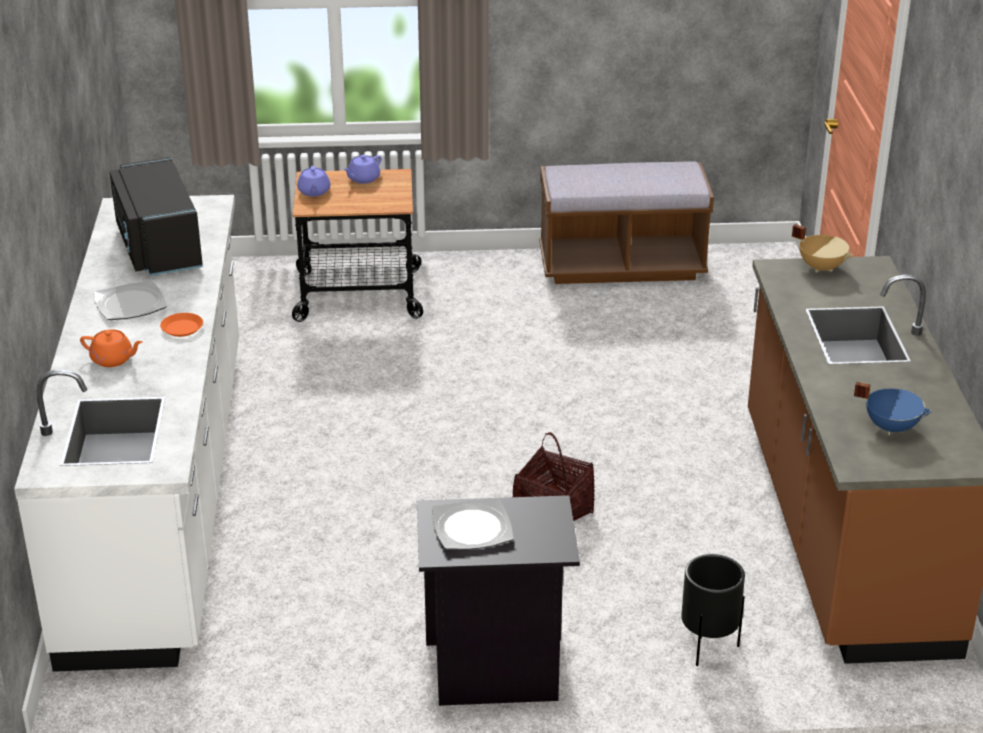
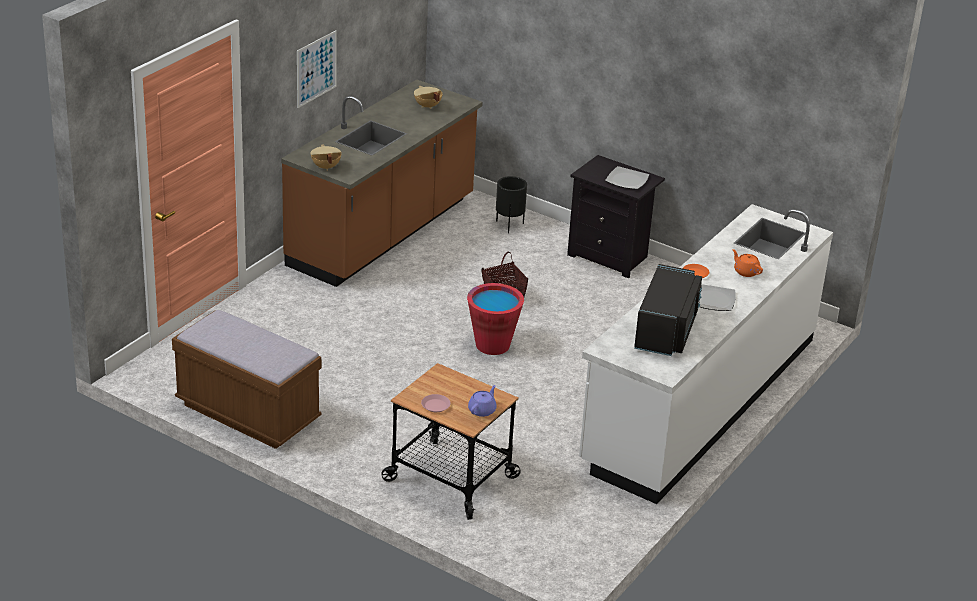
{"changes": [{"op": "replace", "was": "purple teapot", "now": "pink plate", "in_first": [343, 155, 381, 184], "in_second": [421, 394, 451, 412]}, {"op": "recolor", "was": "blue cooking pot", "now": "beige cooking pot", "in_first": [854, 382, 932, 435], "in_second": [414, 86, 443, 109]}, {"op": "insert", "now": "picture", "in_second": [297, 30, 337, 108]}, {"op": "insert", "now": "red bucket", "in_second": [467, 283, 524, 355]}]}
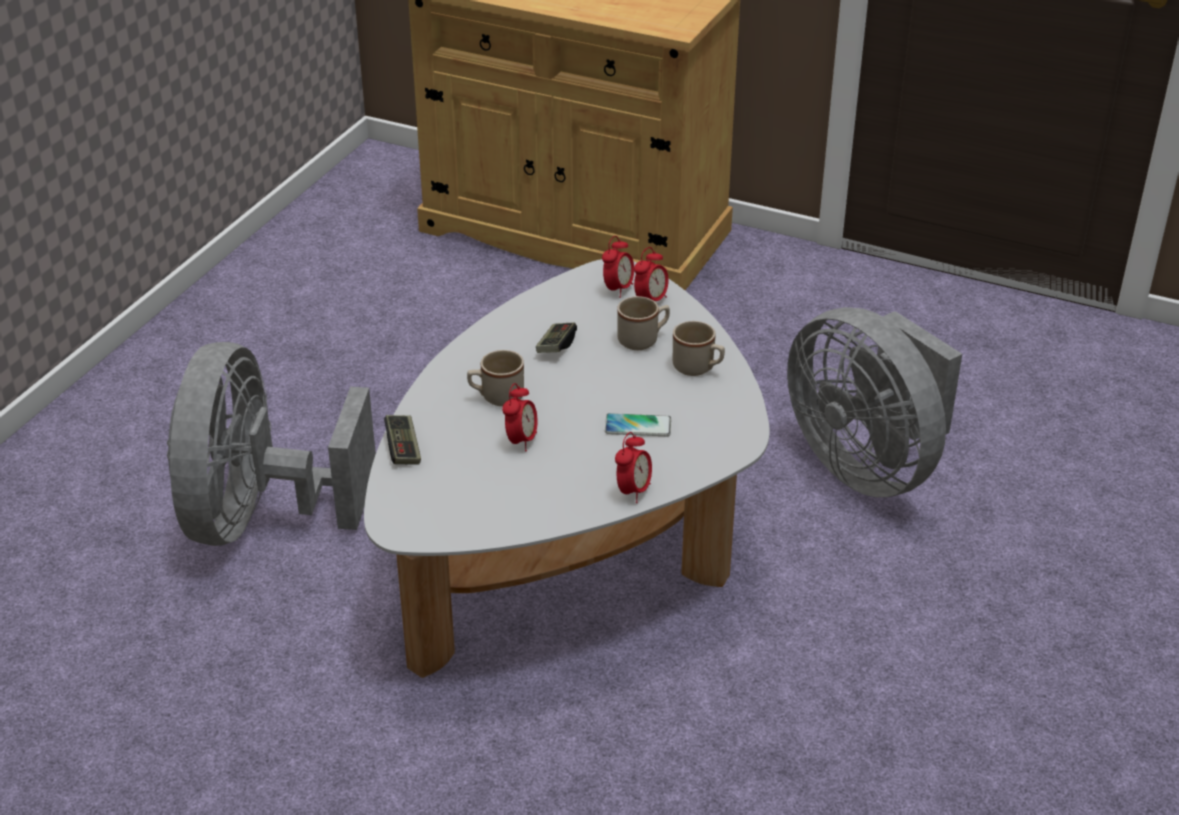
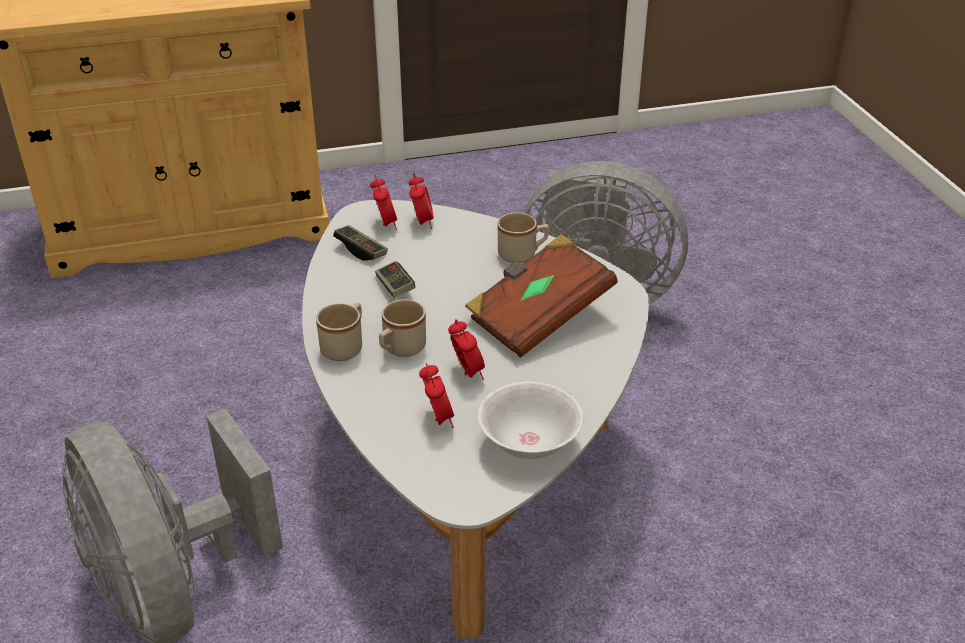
{"changes": [{"op": "move", "was": "game controller", "in_first": [384, 415, 421, 465], "in_second": [333, 225, 388, 261]}, {"op": "replace", "was": "phone", "now": "brown book", "in_first": [605, 413, 671, 436], "in_second": [465, 234, 618, 358]}, {"op": "move", "was": "alarm clock", "in_first": [615, 432, 652, 503], "in_second": [419, 363, 454, 428]}, {"op": "move", "was": "beige mug", "in_first": [617, 296, 670, 350], "in_second": [316, 302, 362, 361]}, {"op": "insert", "now": "white bowl", "in_second": [478, 381, 583, 459]}]}
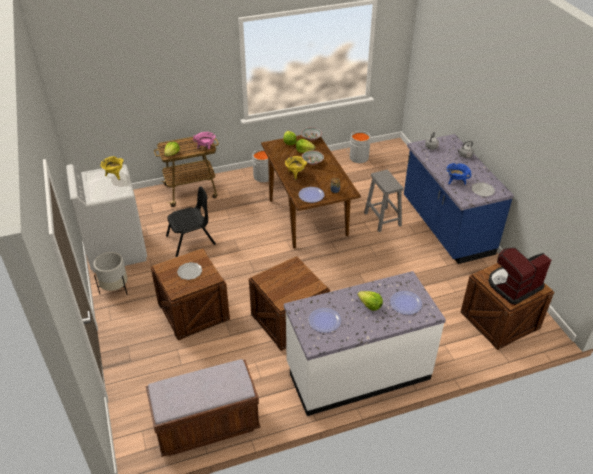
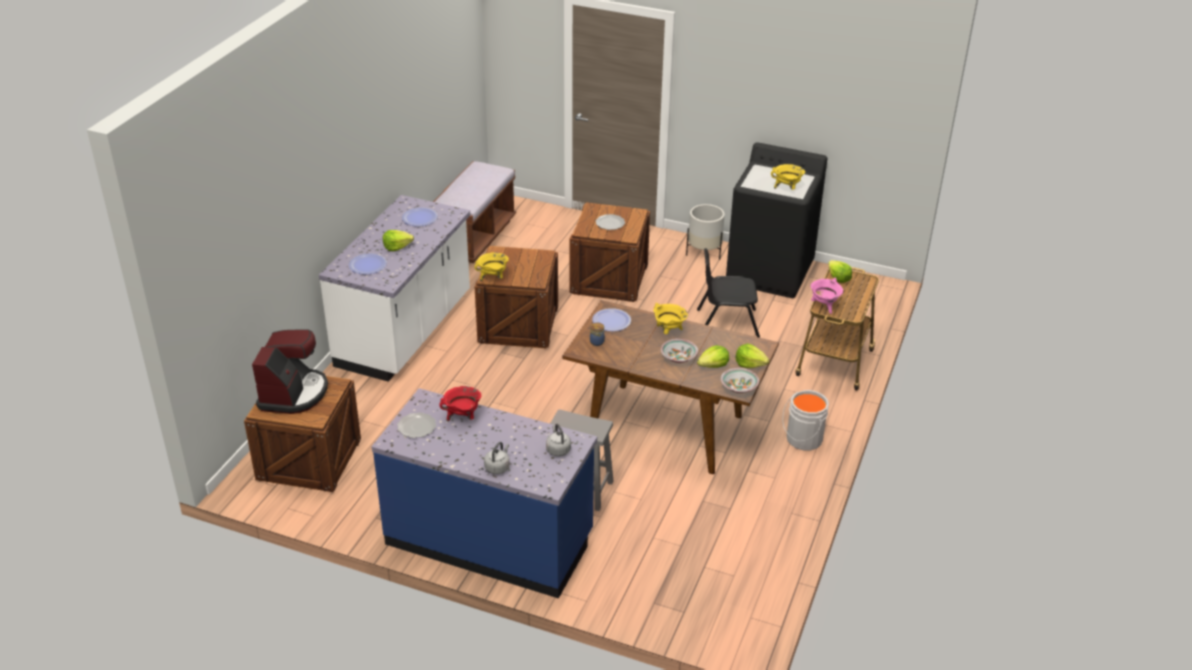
{"changes": [{"op": "recolor", "was": "white washing machine", "now": "black washing machine", "in_first": [66, 164, 147, 273], "in_second": [726, 142, 828, 298]}, {"op": "rotate", "was": "black chair", "in_first": [166, 186, 216, 257], "in_second": [697, 248, 760, 338], "clockwise": 75}, {"op": "delete", "was": "grey bucket", "in_first": [346, 131, 371, 163]}, {"op": "recolor", "was": "blue cooking pot", "now": "red cooking pot", "in_first": [447, 163, 471, 185], "in_second": [439, 386, 482, 422]}, {"op": "insert", "now": "yellow cooking pot", "in_second": [474, 252, 509, 281]}]}
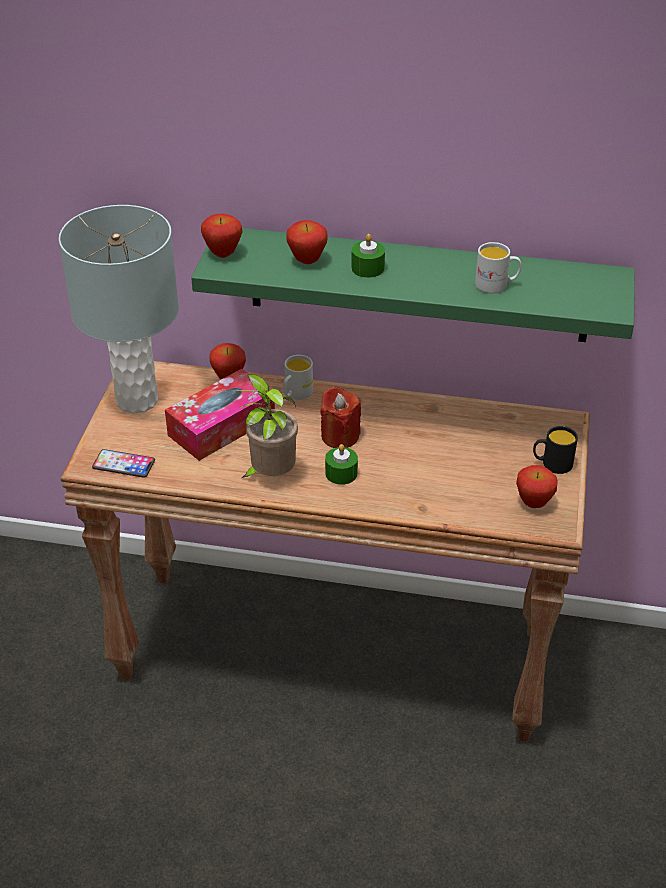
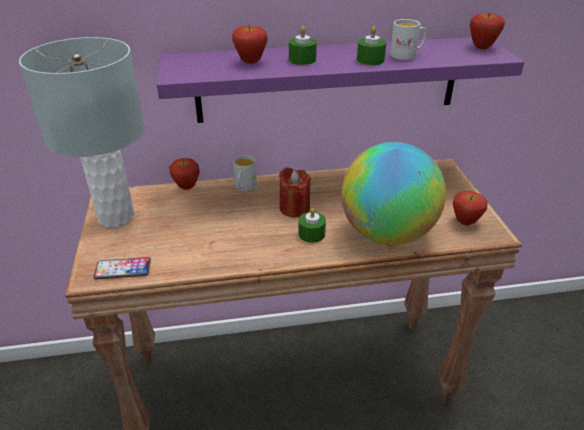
{"changes": [{"op": "delete", "was": "tissue box", "in_first": [165, 369, 275, 461]}, {"op": "recolor", "was": "green shelf", "now": "purple shelf", "in_first": [191, 228, 635, 342], "in_second": [157, 37, 524, 123]}, {"op": "move", "was": "apple", "in_first": [201, 214, 242, 258], "in_second": [470, 13, 505, 49]}, {"op": "delete", "was": "potted plant", "in_first": [235, 374, 298, 478]}, {"op": "delete", "was": "black mug", "in_first": [533, 426, 578, 474]}, {"op": "insert", "now": "globe", "in_second": [341, 142, 446, 245]}, {"op": "insert", "now": "green candle", "in_second": [357, 26, 386, 65]}]}
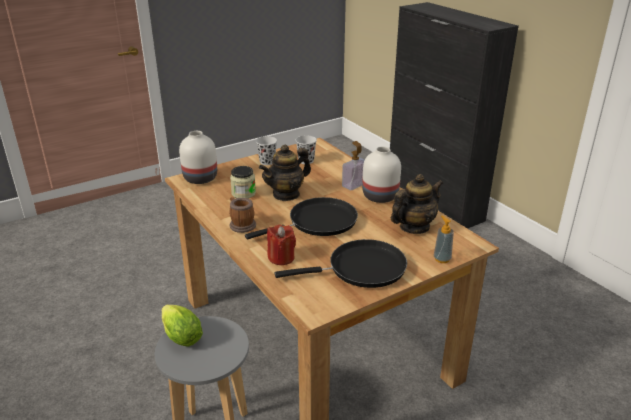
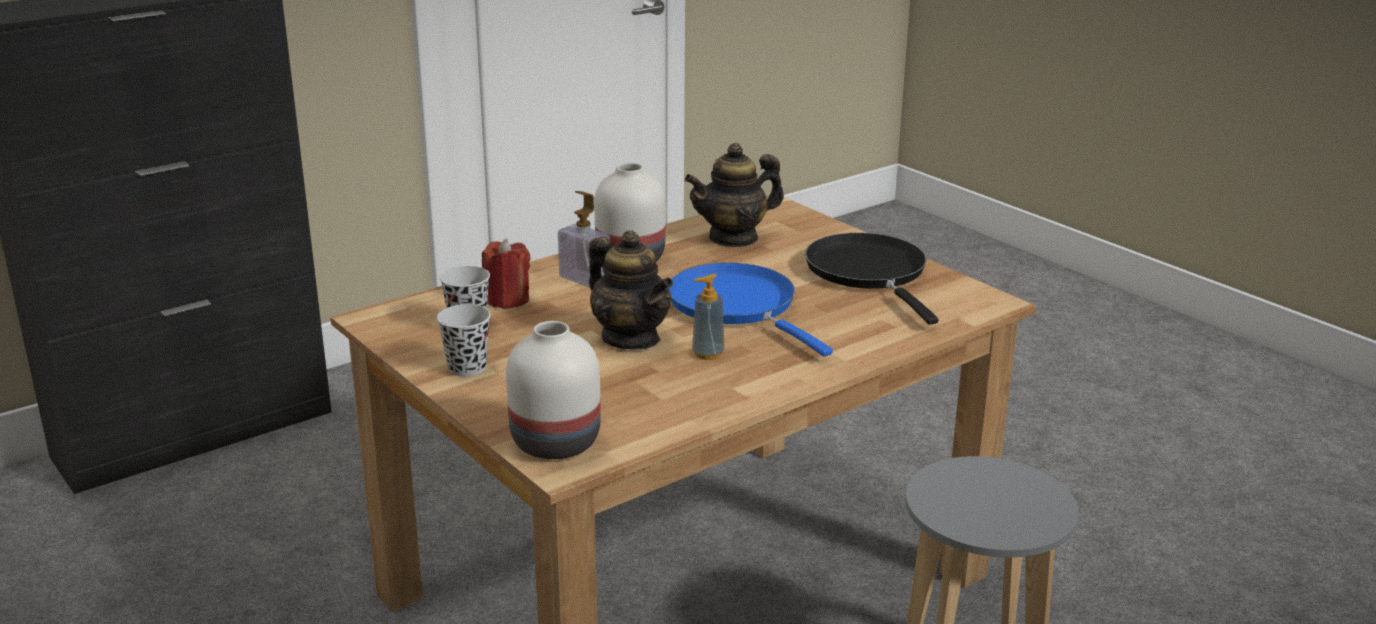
{"changes": [{"op": "delete", "was": "lettuce", "in_first": [162, 305, 203, 347]}, {"op": "delete", "was": "mug", "in_first": [229, 197, 256, 233]}, {"op": "delete", "was": "jar", "in_first": [230, 166, 256, 198]}, {"op": "recolor", "was": "black frying pan", "now": "blue frying pan", "in_first": [245, 197, 358, 240], "in_second": [669, 263, 833, 357]}, {"op": "move", "was": "red candle", "in_first": [267, 224, 296, 265], "in_second": [482, 239, 531, 309]}, {"op": "rotate", "was": "teapot", "in_first": [391, 174, 443, 234], "in_second": [685, 143, 784, 247], "clockwise": -75}, {"op": "move", "was": "soap dispenser", "in_first": [434, 216, 454, 263], "in_second": [692, 274, 725, 360]}]}
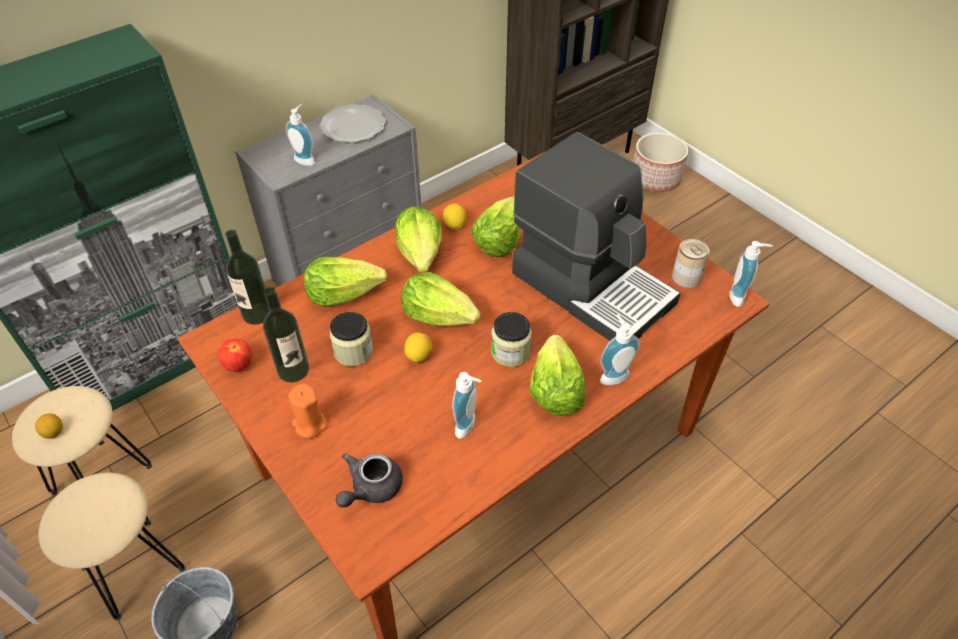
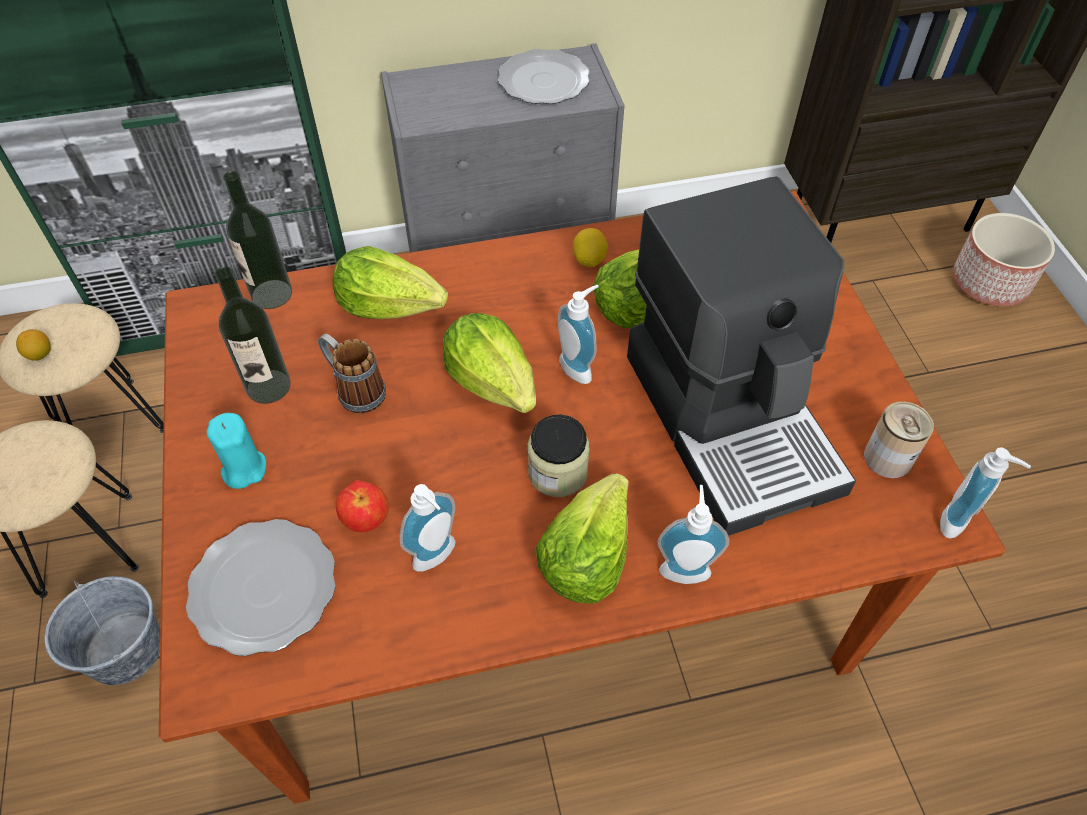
{"changes": [{"op": "move", "was": "apple", "in_first": [217, 339, 252, 372], "in_second": [336, 480, 389, 532]}, {"op": "move", "was": "soap dispenser", "in_first": [286, 104, 315, 166], "in_second": [558, 285, 599, 384]}, {"op": "recolor", "was": "orange candle", "now": "turquoise candle", "in_first": [288, 384, 327, 438], "in_second": [207, 413, 266, 489]}, {"op": "replace", "was": "jar", "now": "mug", "in_first": [330, 312, 373, 366], "in_second": [318, 334, 386, 414]}, {"op": "replace", "was": "grey teapot", "now": "plate", "in_first": [336, 453, 402, 508], "in_second": [186, 519, 336, 656]}, {"op": "delete", "was": "lettuce", "in_first": [395, 206, 442, 272]}, {"op": "delete", "was": "lemon", "in_first": [404, 332, 432, 363]}]}
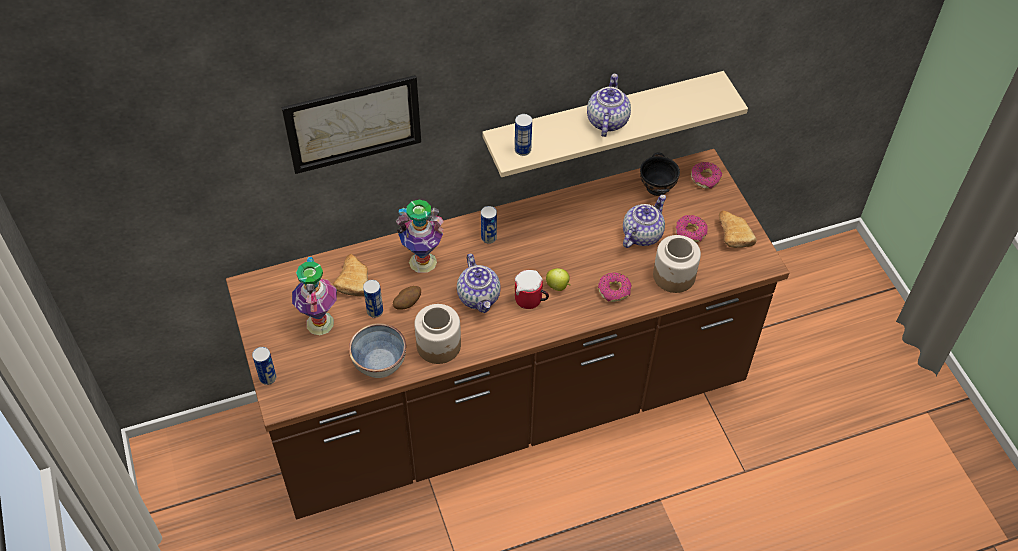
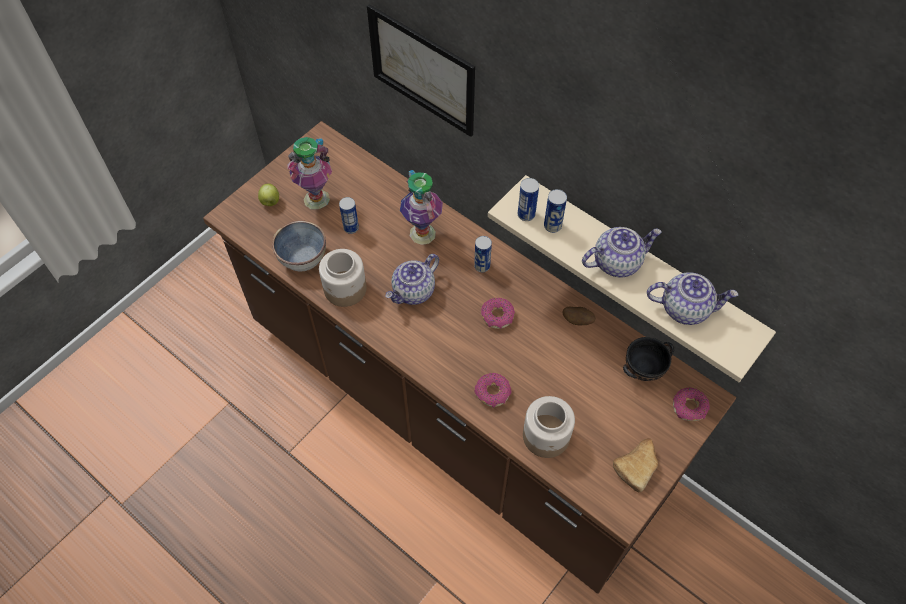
{"changes": [{"op": "move", "was": "can", "in_first": [252, 347, 276, 385], "in_second": [544, 189, 567, 233]}, {"op": "delete", "was": "bread", "in_first": [333, 254, 368, 297]}, {"op": "move", "was": "potato", "in_first": [393, 286, 421, 310], "in_second": [562, 306, 596, 326]}, {"op": "delete", "was": "mug", "in_first": [515, 270, 549, 309]}, {"op": "move", "was": "apple", "in_first": [546, 268, 571, 291], "in_second": [258, 183, 279, 206]}, {"op": "move", "was": "teapot", "in_first": [623, 195, 666, 248], "in_second": [647, 272, 738, 325]}, {"op": "move", "was": "donut", "in_first": [676, 215, 708, 242], "in_second": [481, 298, 515, 329]}]}
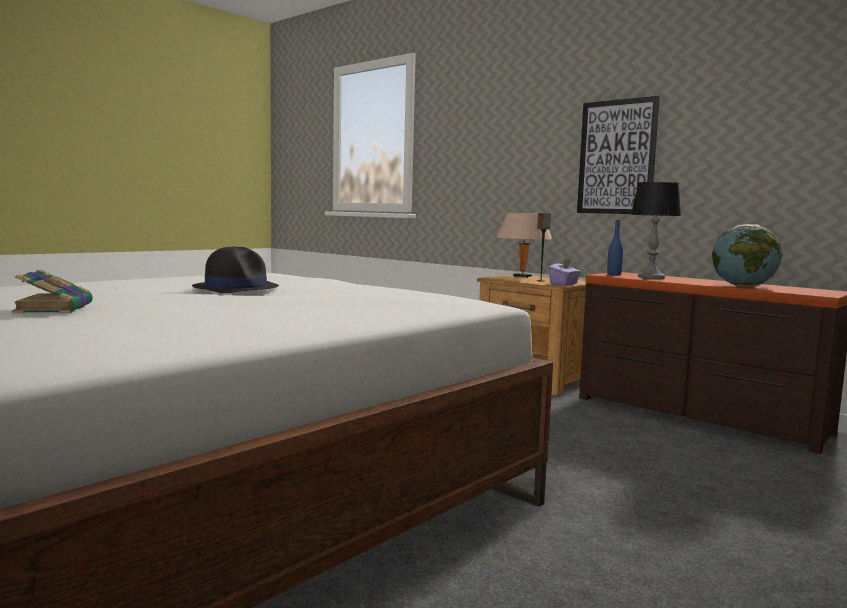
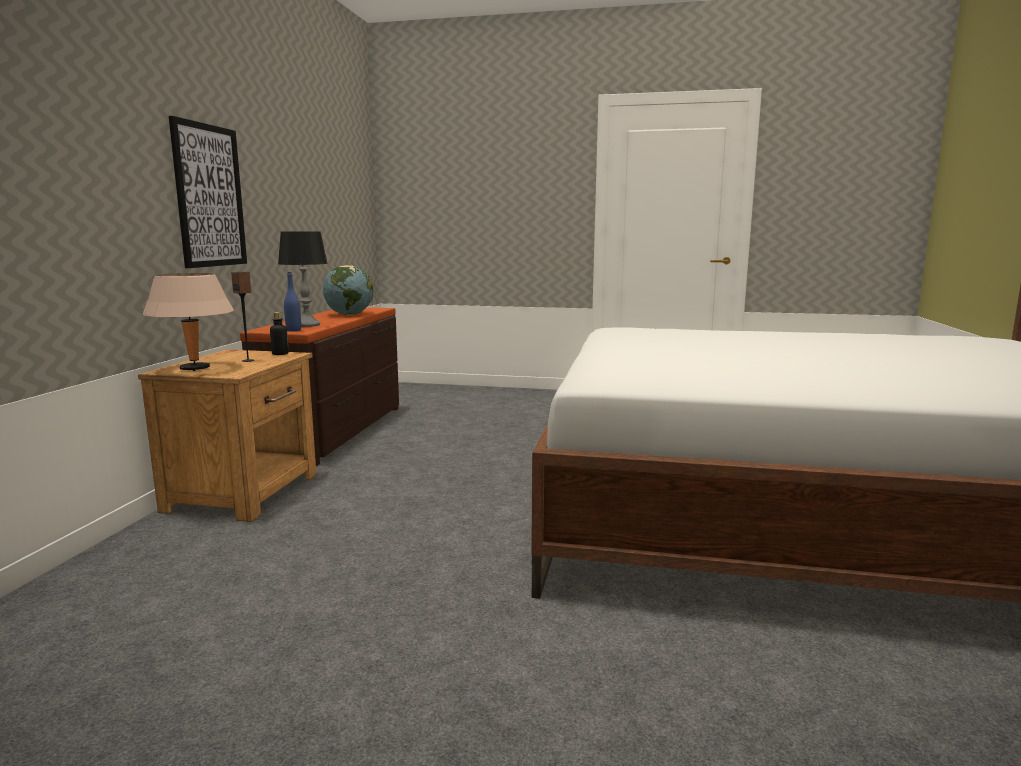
{"changes": [{"op": "delete", "was": "book", "in_first": [12, 269, 93, 313]}, {"op": "delete", "was": "black hat", "in_first": [192, 246, 279, 293]}, {"op": "replace", "was": "purple tissue box", "now": "bottle", "in_first": [548, 259, 581, 286], "in_second": [270, 312, 289, 355]}]}
